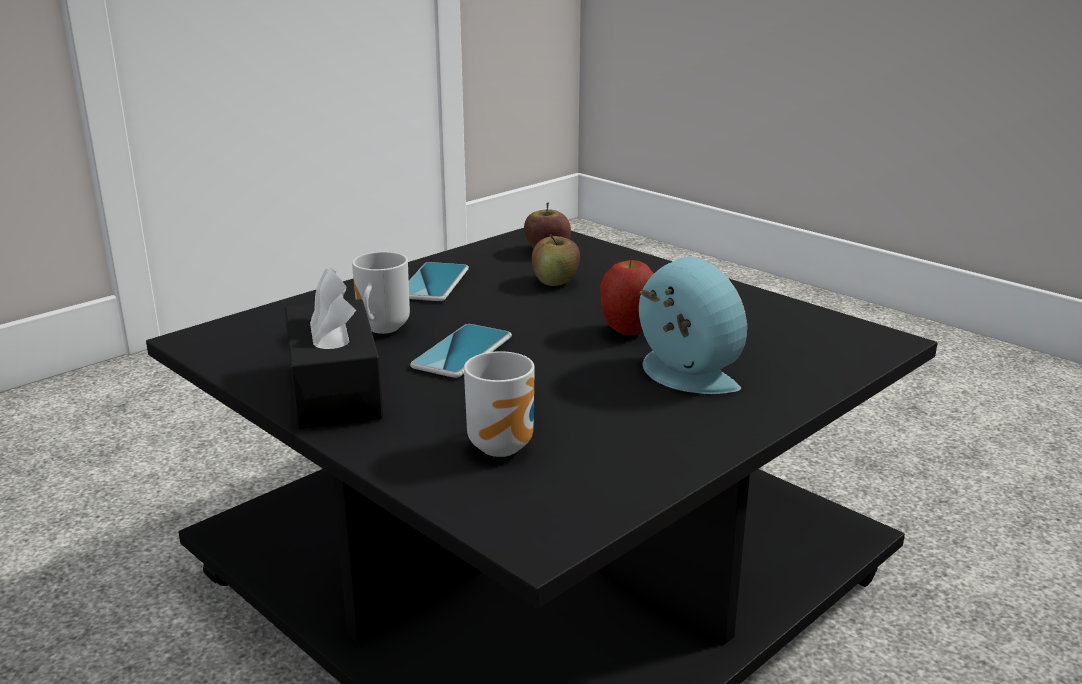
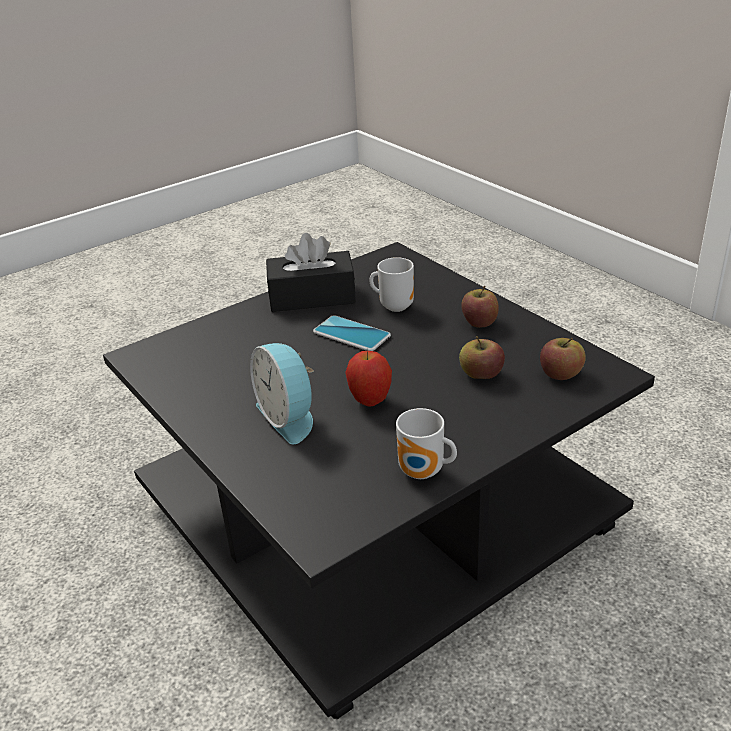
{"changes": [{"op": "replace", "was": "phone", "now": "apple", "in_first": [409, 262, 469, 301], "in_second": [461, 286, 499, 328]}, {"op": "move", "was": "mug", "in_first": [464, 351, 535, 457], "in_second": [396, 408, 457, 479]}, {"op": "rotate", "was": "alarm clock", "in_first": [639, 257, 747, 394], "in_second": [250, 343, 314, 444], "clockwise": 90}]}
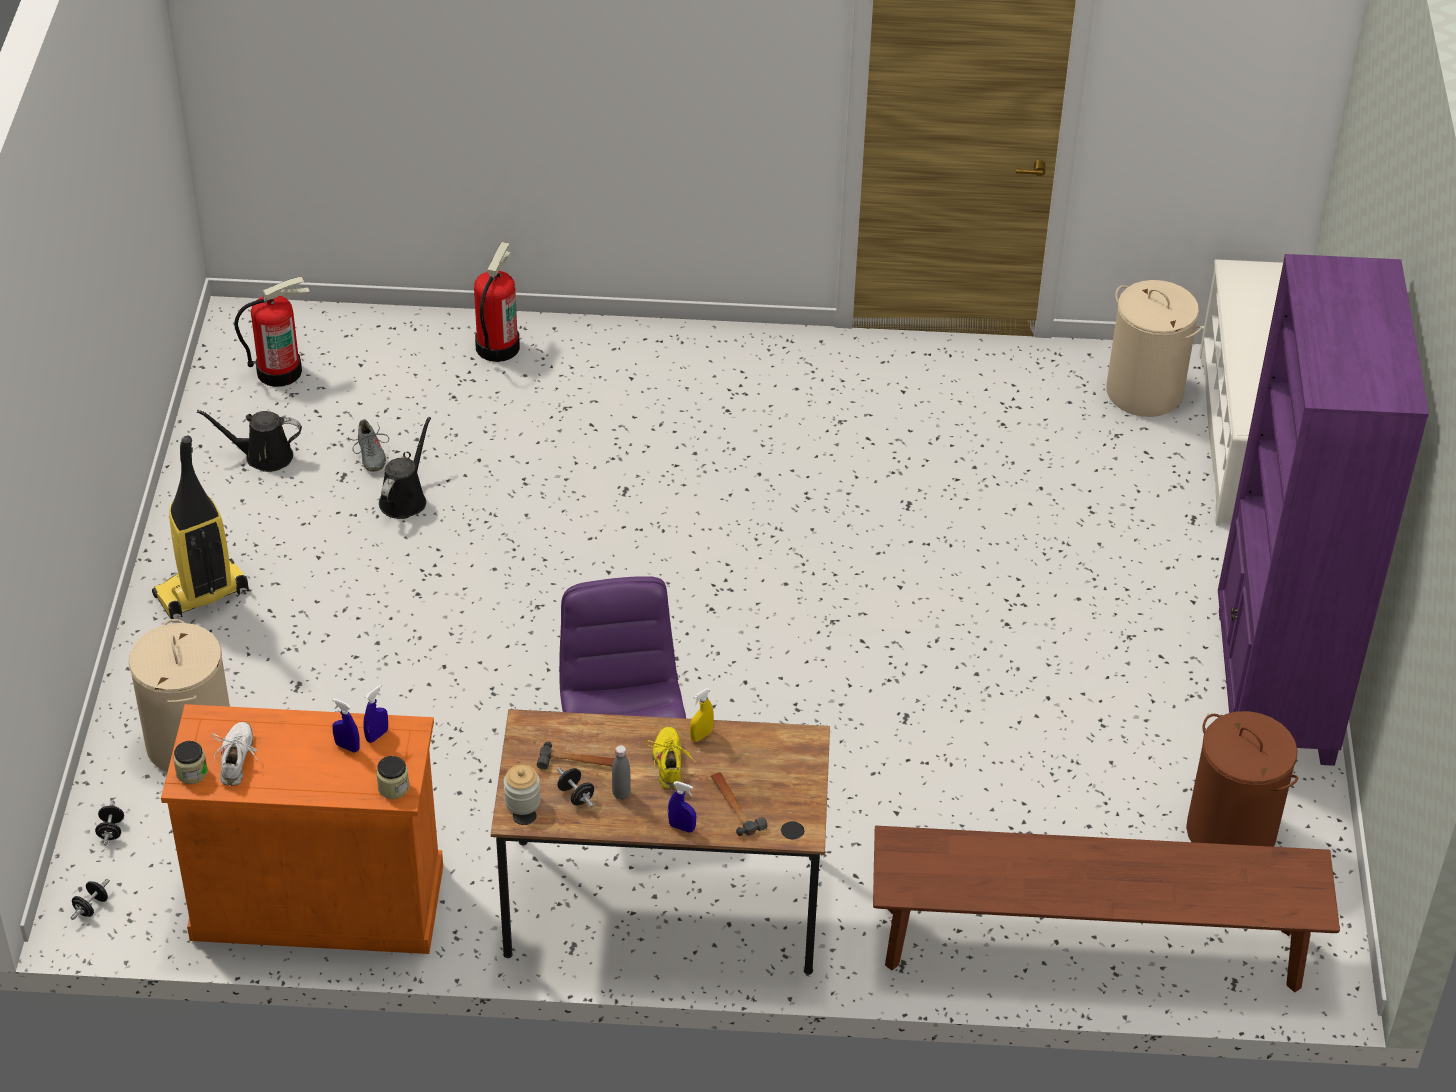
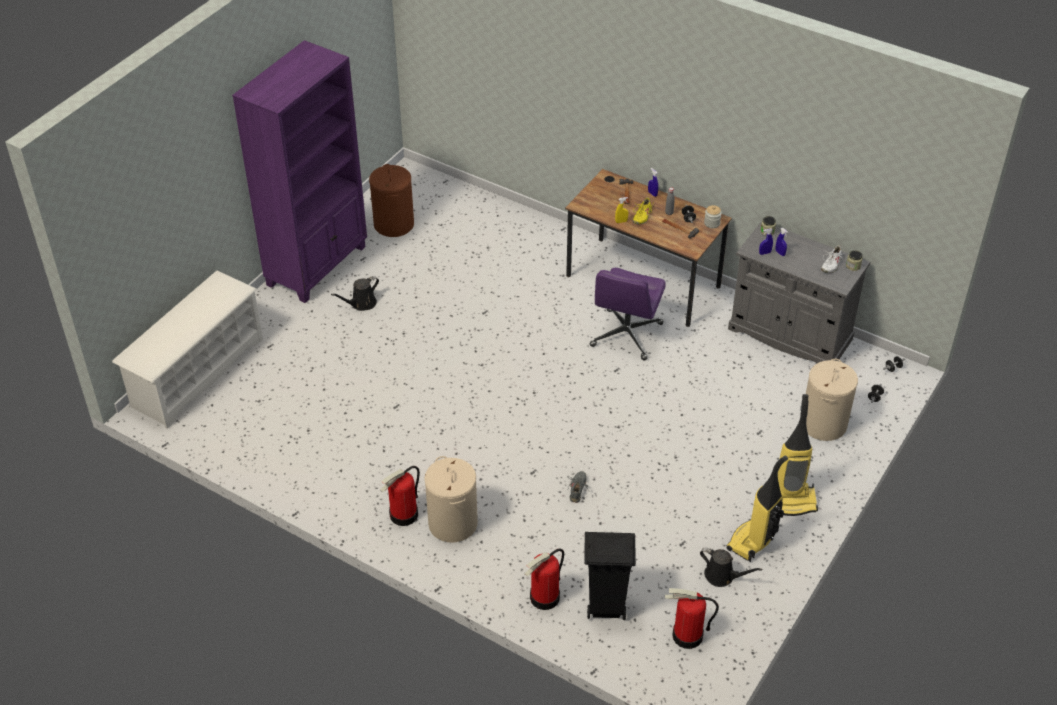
{"changes": [{"op": "recolor", "was": "orange cabinet", "now": "grey cabinet", "in_first": [161, 704, 443, 954], "in_second": [728, 221, 870, 363]}, {"op": "move", "was": "grey shoe", "in_first": [350, 419, 389, 472], "in_second": [567, 471, 589, 503]}, {"op": "move", "was": "black watering can", "in_first": [379, 417, 431, 519], "in_second": [331, 276, 379, 311]}, {"op": "delete", "was": "brown bench", "in_first": [873, 826, 1340, 992]}, {"op": "move", "was": "beige laundry basket", "in_first": [1106, 280, 1202, 417], "in_second": [425, 456, 478, 543]}, {"op": "insert", "now": "fire extinguisher", "in_second": [380, 466, 420, 526]}, {"op": "insert", "now": "black trash can", "in_second": [584, 532, 636, 620]}, {"op": "insert", "now": "vacuum cleaner", "in_second": [727, 456, 788, 562]}]}
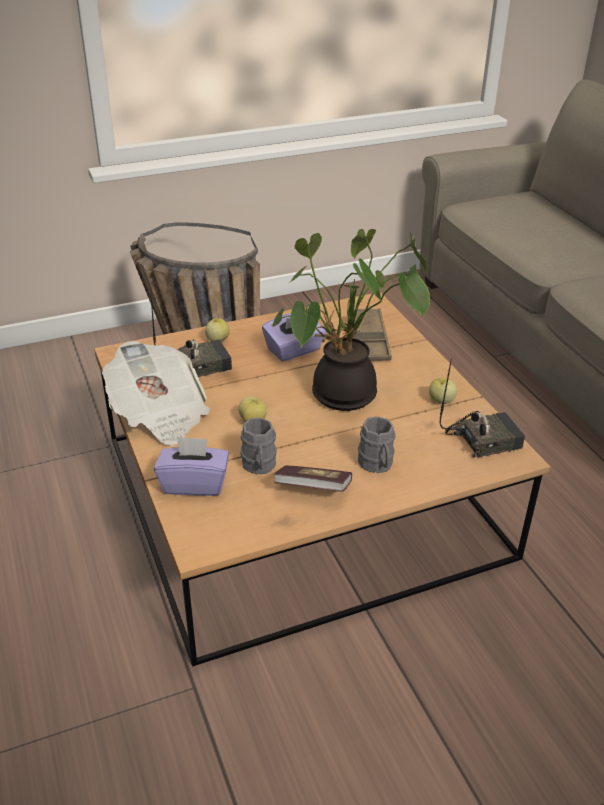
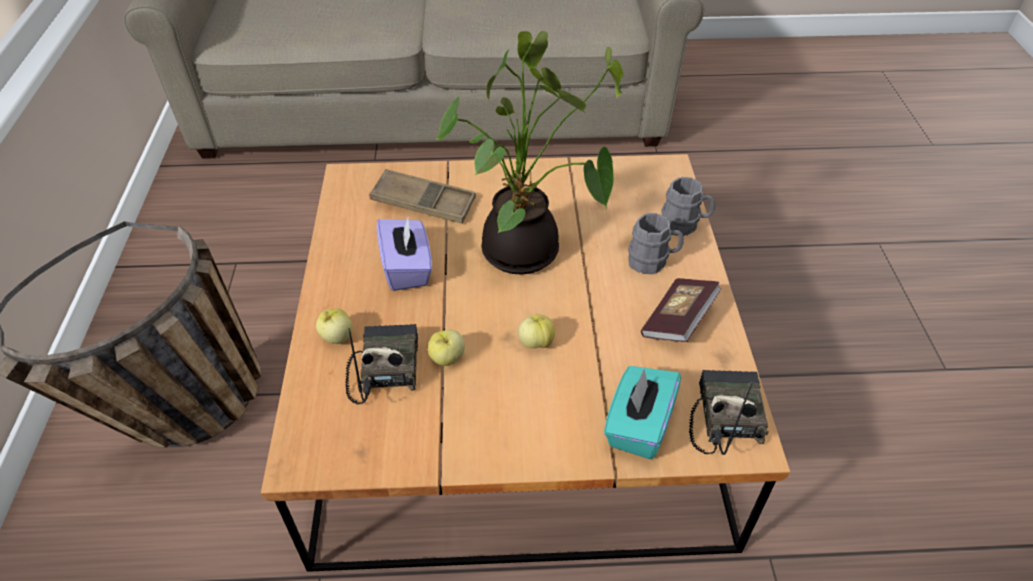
{"changes": [{"op": "delete", "was": "newspaper", "in_first": [102, 341, 210, 446]}, {"op": "recolor", "was": "purple tissue box", "now": "turquoise tissue box", "in_first": [154, 437, 229, 496], "in_second": [604, 366, 681, 459]}, {"op": "move", "was": "grey mug", "in_first": [240, 417, 277, 474], "in_second": [662, 177, 715, 236]}, {"op": "move", "was": "apple", "in_first": [429, 377, 457, 404], "in_second": [427, 330, 465, 366]}, {"op": "move", "was": "radio", "in_first": [439, 358, 525, 458], "in_second": [689, 370, 769, 455]}]}
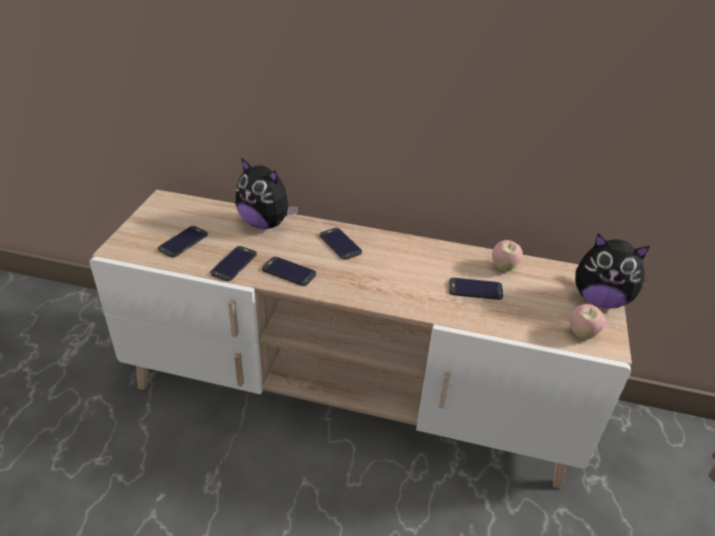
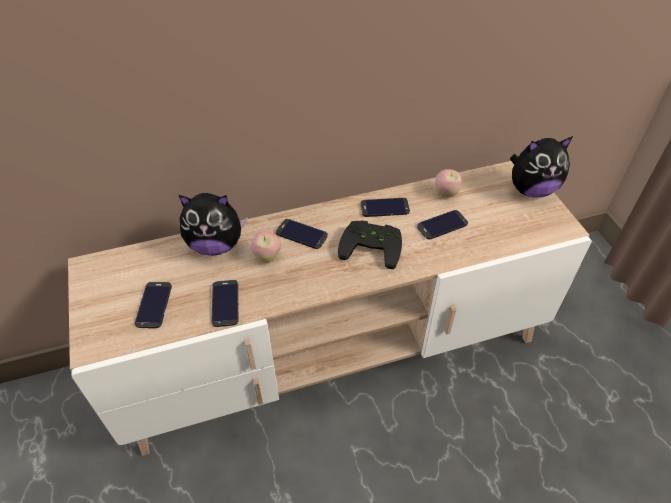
{"changes": [{"op": "move", "was": "phone", "in_first": [262, 256, 316, 286], "in_second": [361, 198, 410, 217]}, {"op": "move", "was": "apple", "in_first": [569, 304, 606, 339], "in_second": [250, 231, 281, 262]}, {"op": "insert", "now": "black game controller", "in_second": [338, 221, 402, 269]}]}
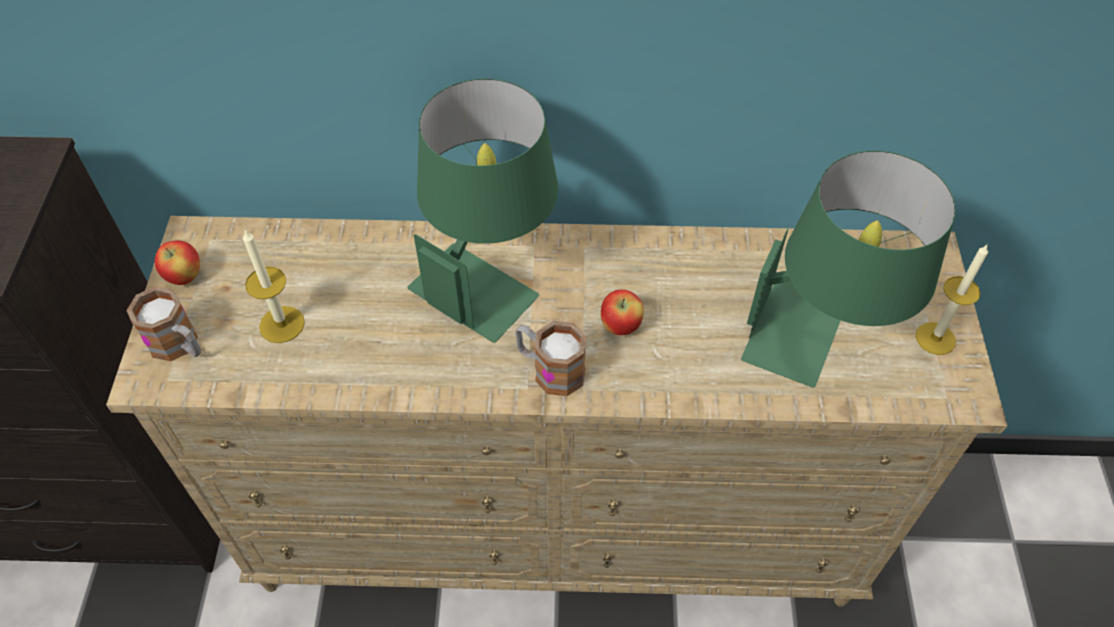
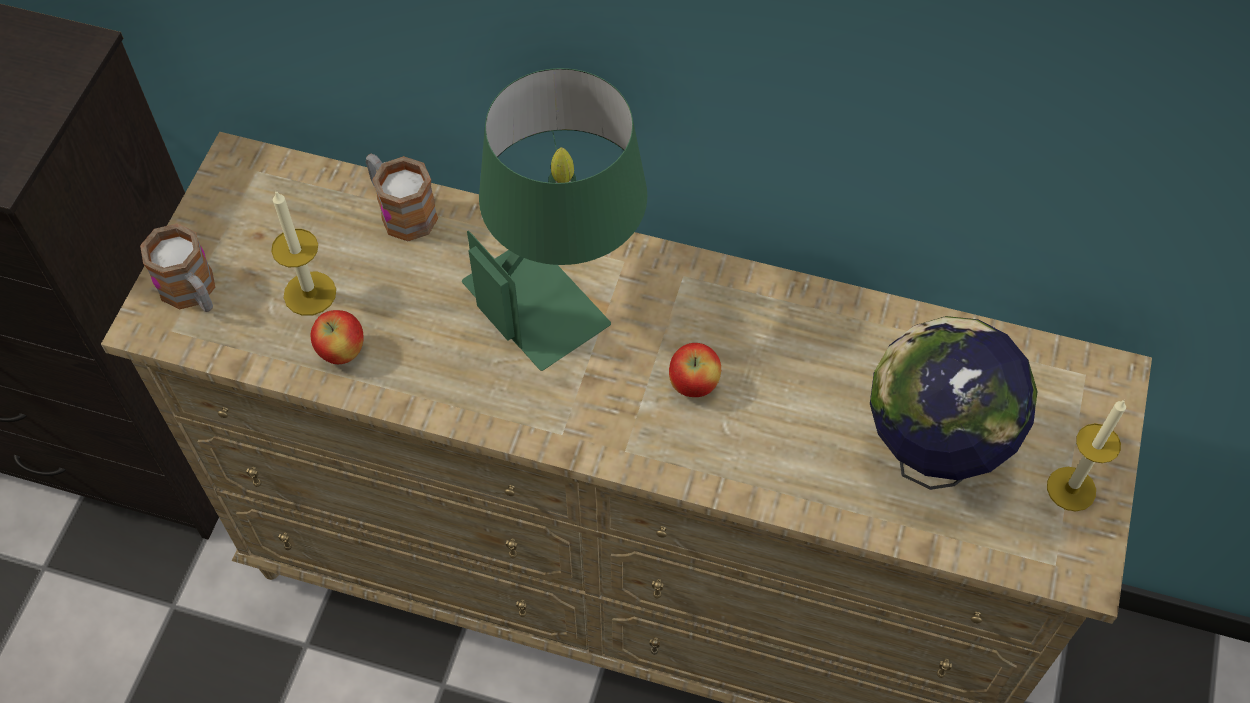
{"changes": [{"op": "move", "was": "apple", "in_first": [155, 241, 200, 285], "in_second": [311, 310, 364, 364]}, {"op": "move", "was": "mug", "in_first": [515, 321, 587, 396], "in_second": [366, 154, 438, 241]}, {"op": "replace", "was": "green table lamp", "now": "globe", "in_first": [741, 151, 955, 388], "in_second": [870, 316, 1038, 490]}]}
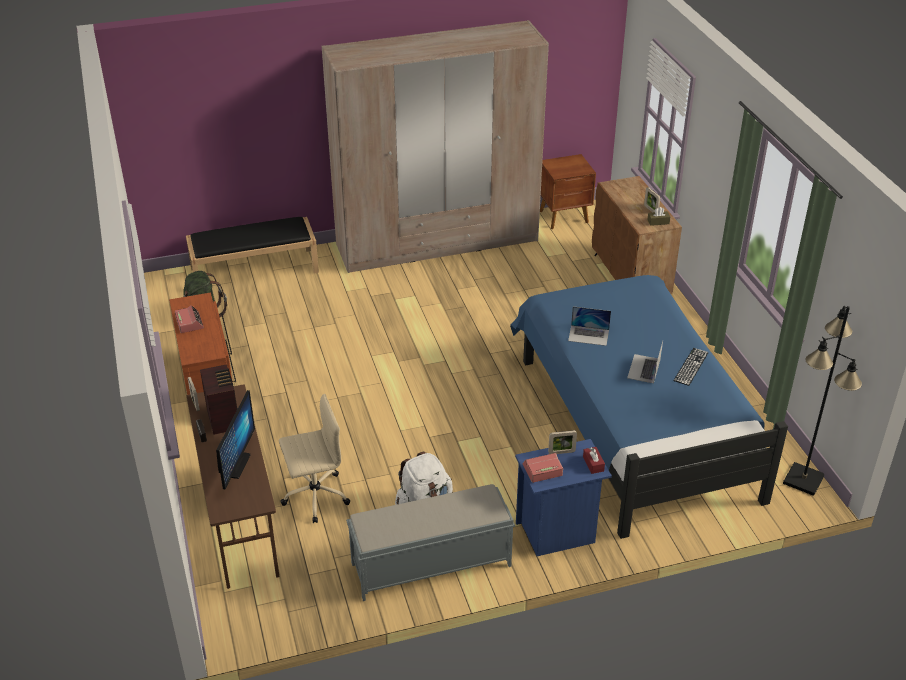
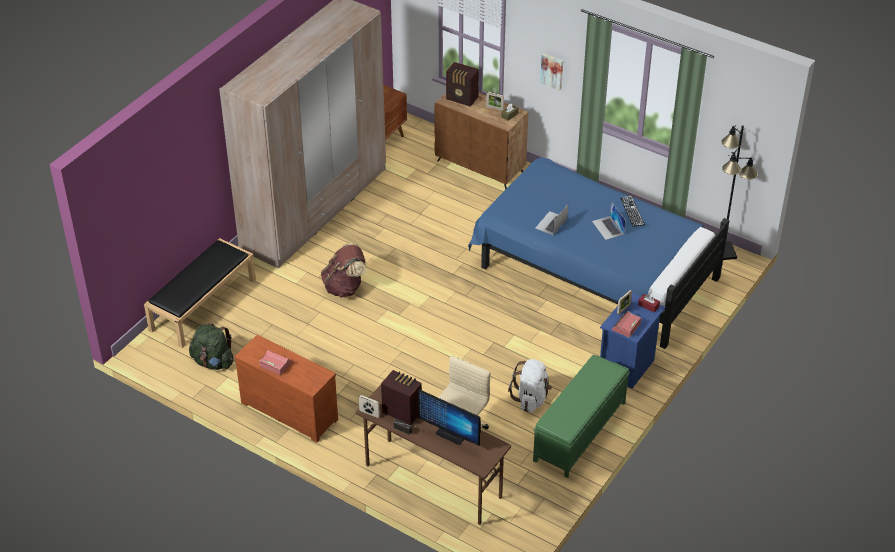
{"changes": [{"op": "rotate", "was": "monitor", "in_first": [216, 390, 255, 489], "in_second": [418, 389, 481, 446], "clockwise": 150}, {"op": "recolor", "was": "grey bench", "now": "green bench", "in_first": [346, 484, 515, 601], "in_second": [533, 355, 630, 478]}, {"op": "rotate", "was": "laptop", "in_first": [568, 306, 611, 346], "in_second": [535, 205, 568, 235], "clockwise": 150}, {"op": "insert", "now": "brown backpack", "in_second": [321, 243, 366, 297]}, {"op": "insert", "now": "radio", "in_second": [446, 62, 479, 107]}, {"op": "insert", "now": "picture", "in_second": [540, 53, 563, 90]}]}
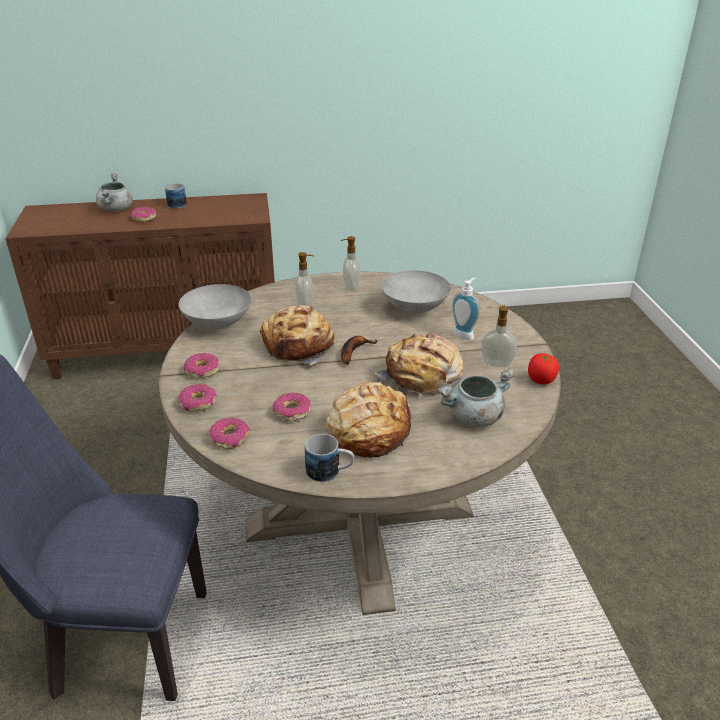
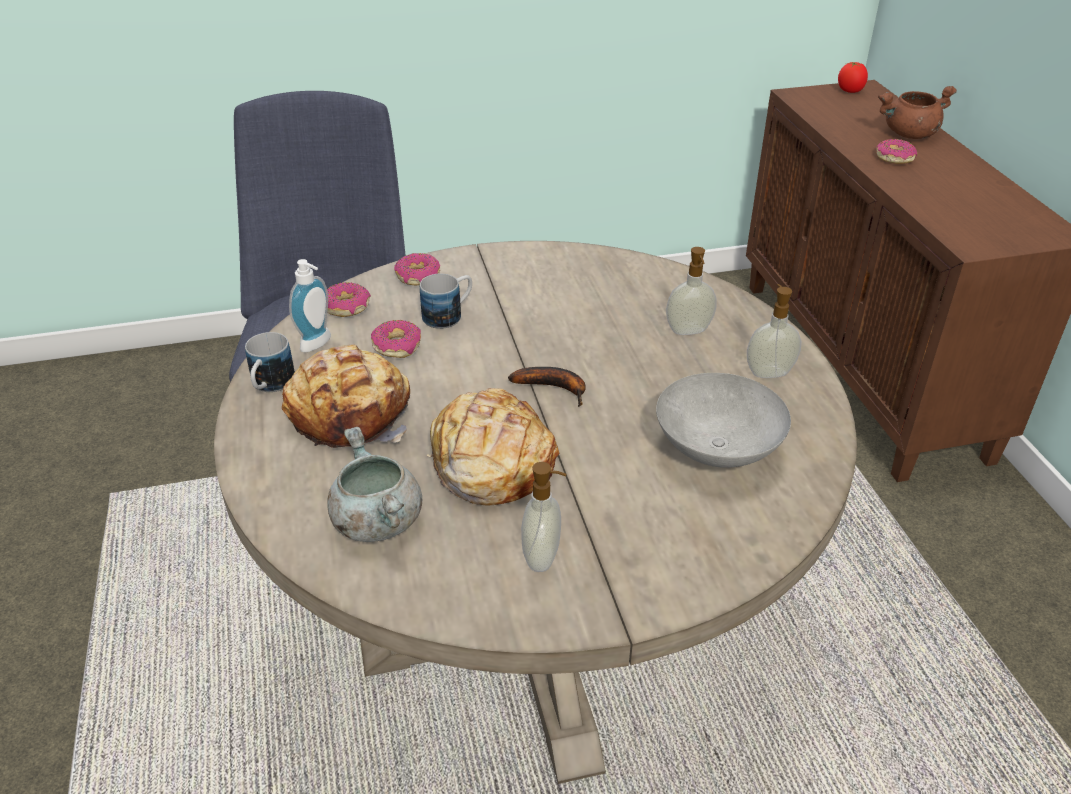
{"changes": [{"op": "recolor", "was": "grey cooking pot", "now": "brown cooking pot", "in_first": [96, 173, 133, 211], "in_second": [878, 86, 957, 139]}, {"op": "move", "was": "mug", "in_first": [165, 183, 187, 209], "in_second": [420, 274, 472, 329]}, {"op": "delete", "was": "grey bowl", "in_first": [179, 284, 251, 330]}, {"op": "delete", "was": "donut", "in_first": [183, 353, 219, 378]}, {"op": "delete", "was": "bread", "in_first": [260, 305, 335, 365]}, {"op": "move", "was": "soap dispenser", "in_first": [452, 277, 479, 340], "in_second": [289, 259, 331, 352]}, {"op": "move", "was": "tomato", "in_first": [528, 353, 559, 385], "in_second": [838, 61, 868, 93]}]}
